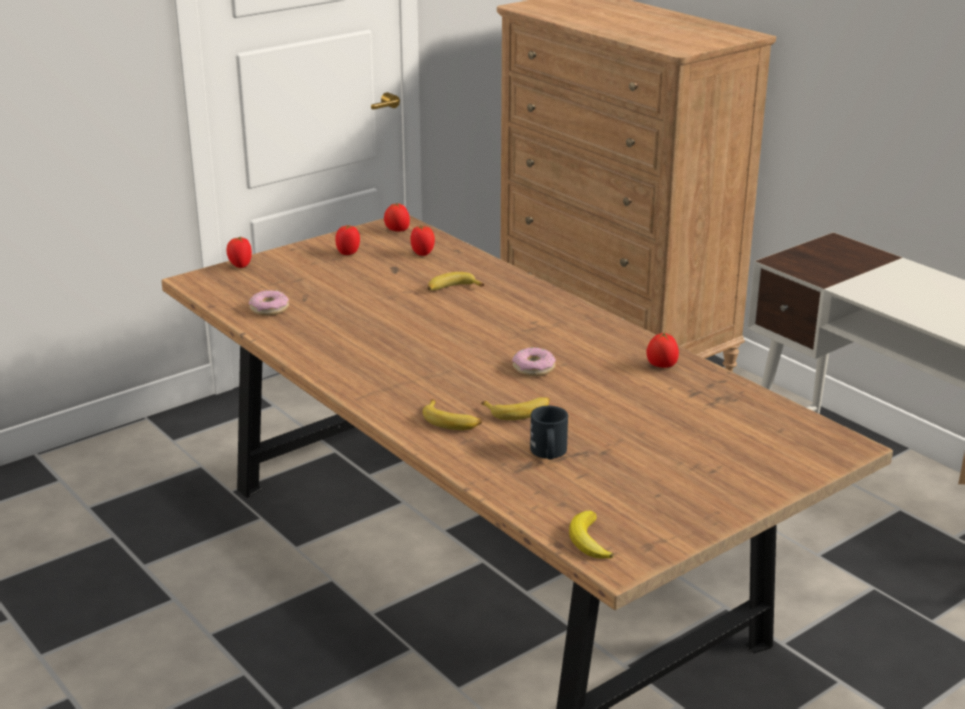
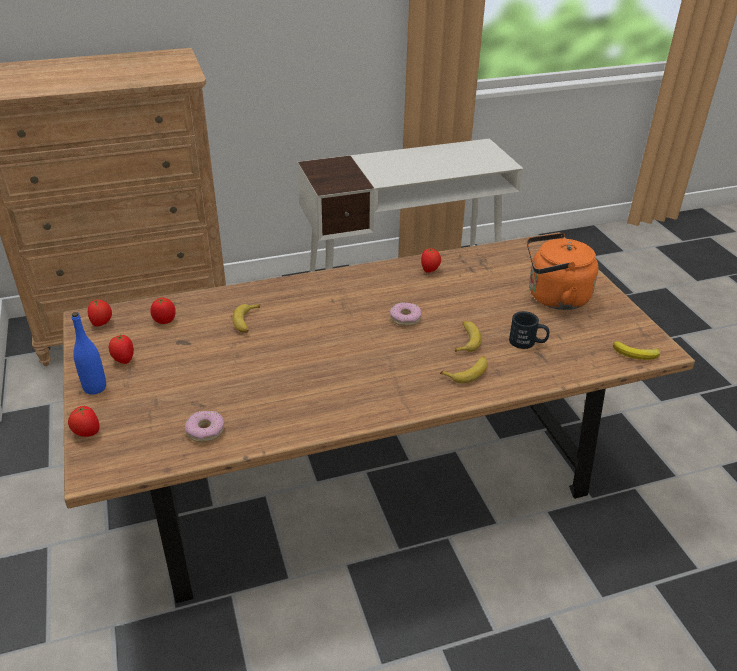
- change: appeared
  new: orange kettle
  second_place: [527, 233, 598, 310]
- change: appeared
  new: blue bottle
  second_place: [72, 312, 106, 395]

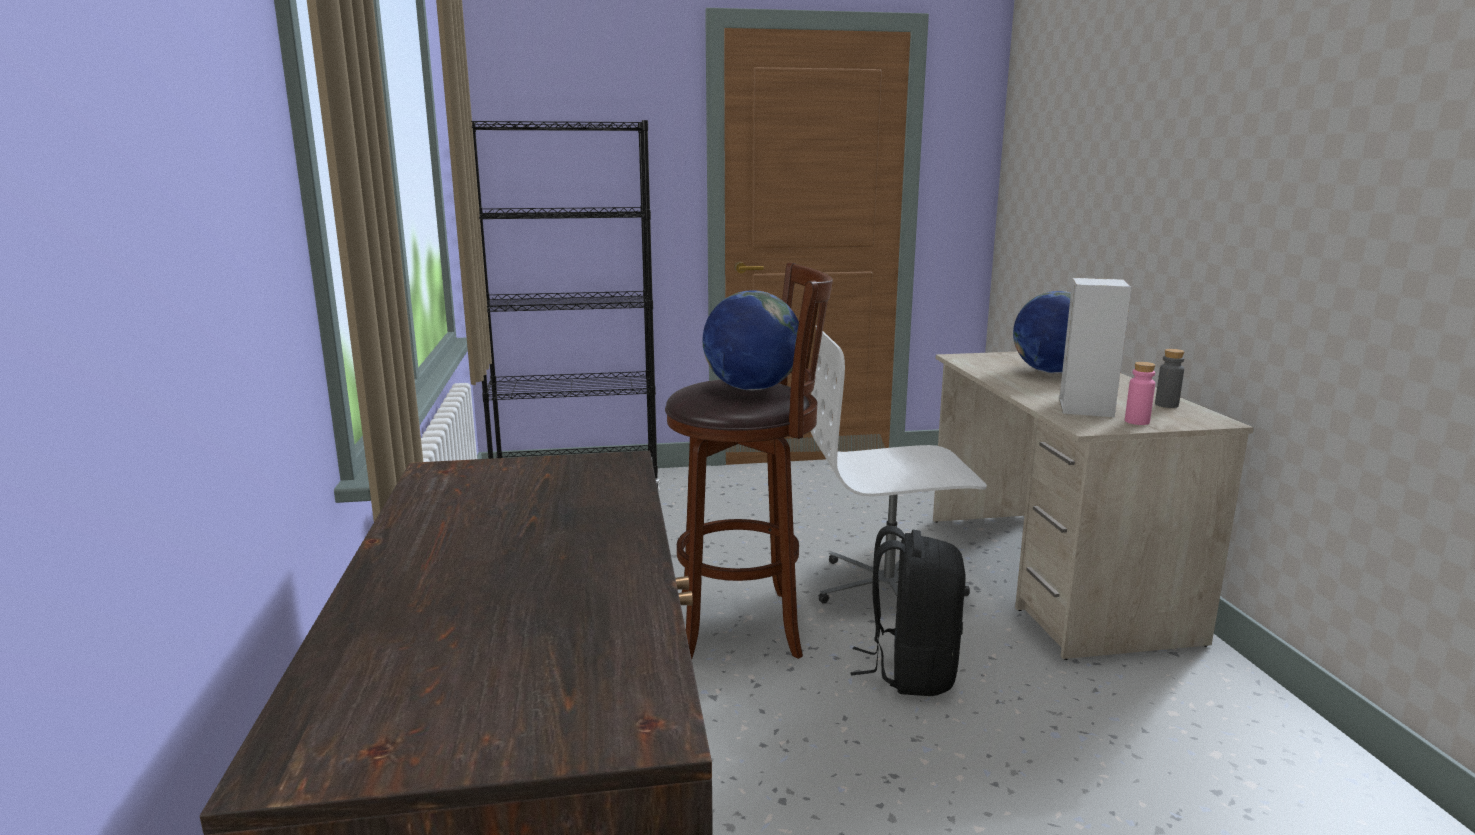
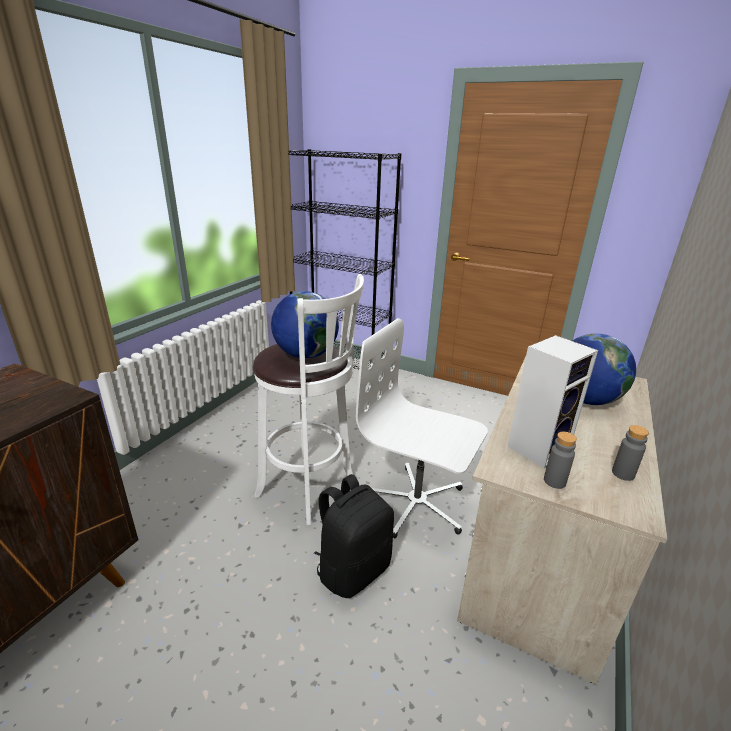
- change: colour
  old: brown stool
  new: white stool
  first_place: [665, 263, 833, 659]
  second_place: [253, 274, 364, 525]
- change: colour
  old: pink bottle
  new: grey bottle
  first_place: [1125, 362, 1155, 425]
  second_place: [544, 432, 577, 489]

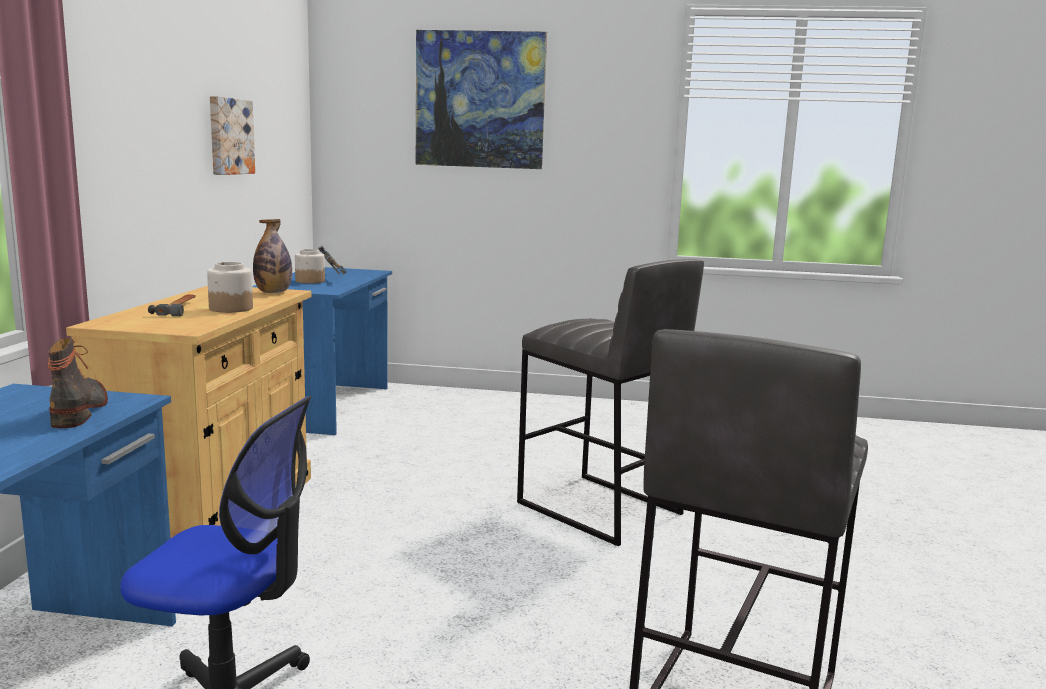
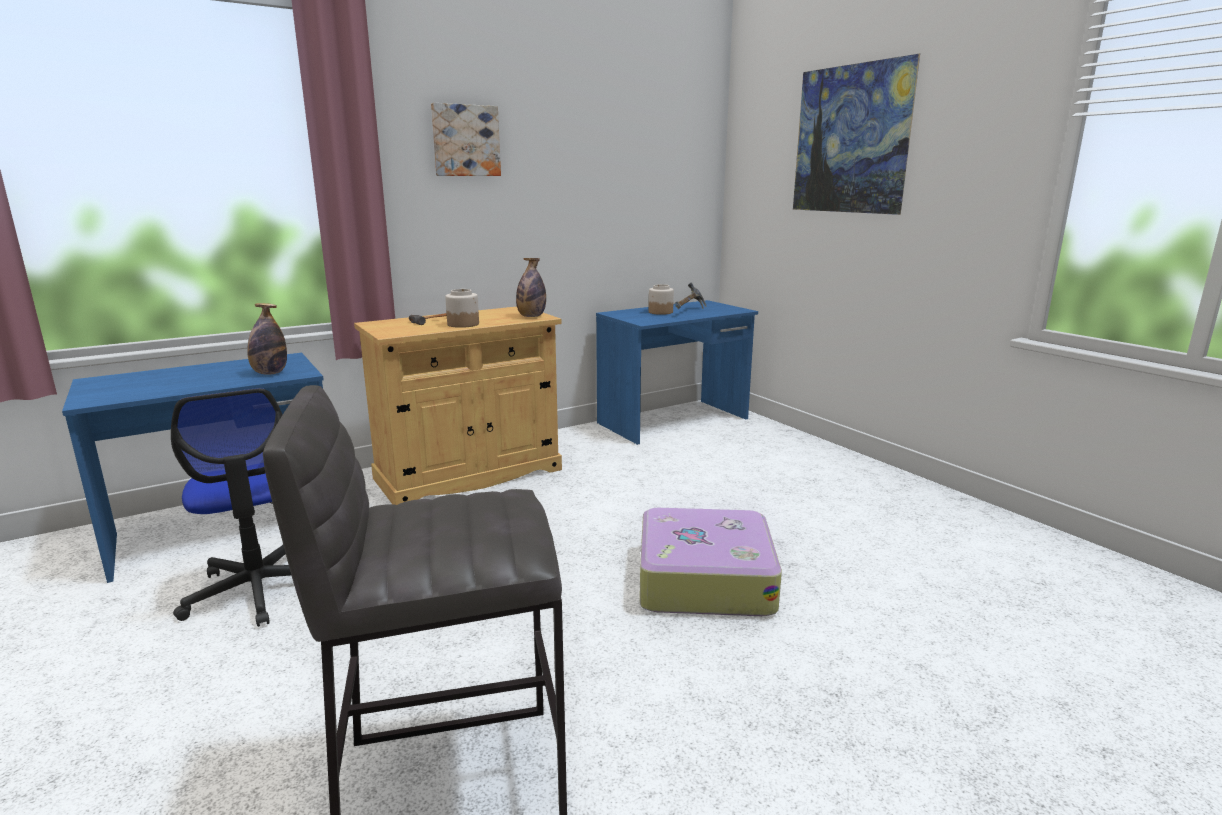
- change: relocated
  old: picture
  first_place: [210, 96, 255, 175]
  second_place: [431, 103, 501, 176]
- change: exchanged
  old: grey stool
  new: suitcase
  first_place: [517, 259, 704, 546]
  second_place: [640, 508, 782, 616]
- change: exchanged
  old: boot
  new: bottle
  first_place: [48, 338, 108, 428]
  second_place: [247, 303, 287, 375]

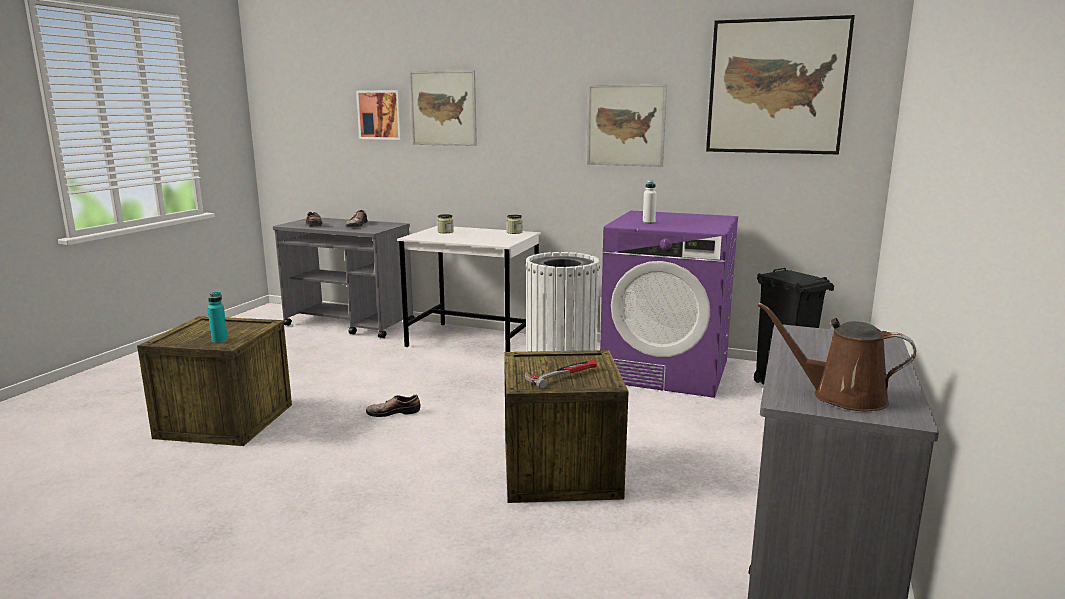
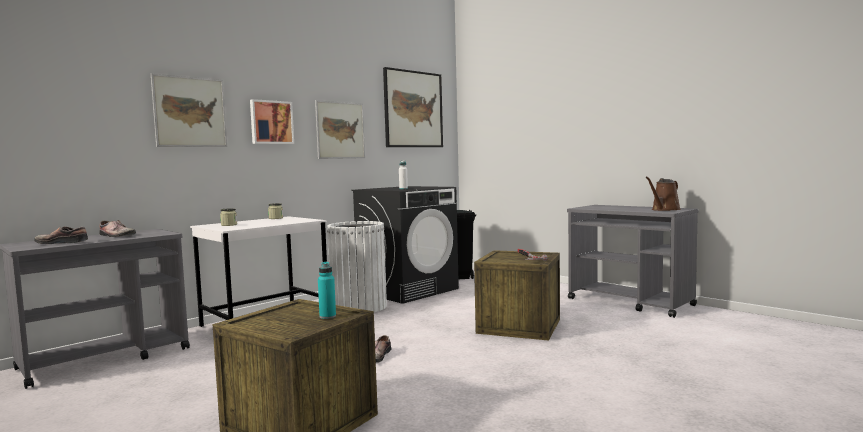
- change: relocated
  old: picture
  first_place: [356, 90, 403, 140]
  second_place: [250, 99, 294, 144]
- change: colour
  old: purple washing machine
  new: black washing machine
  first_place: [600, 210, 738, 398]
  second_place: [352, 186, 459, 304]

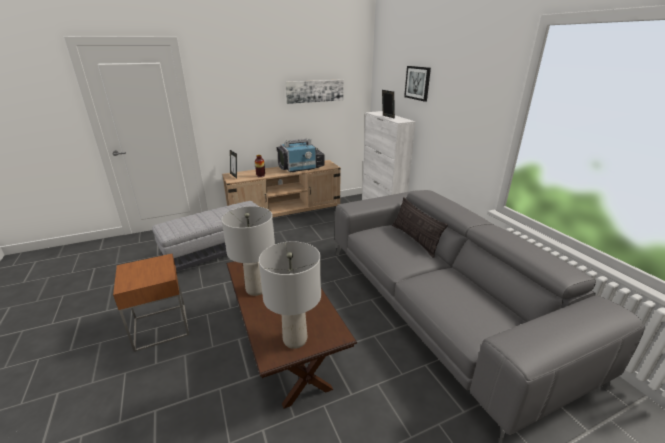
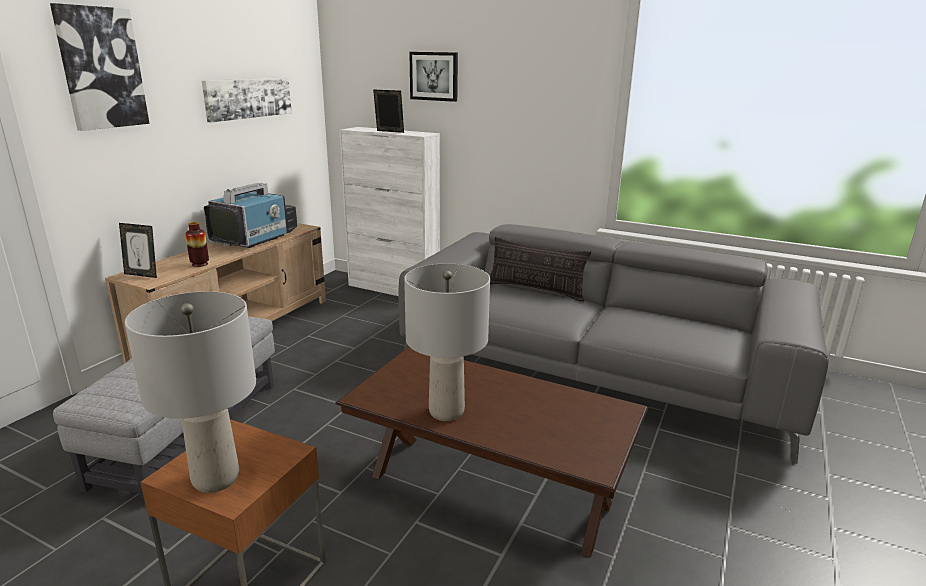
- change: relocated
  old: grey table lamp
  first_place: [259, 242, 321, 349]
  second_place: [125, 291, 256, 493]
- change: appeared
  new: picture
  second_place: [50, 3, 150, 131]

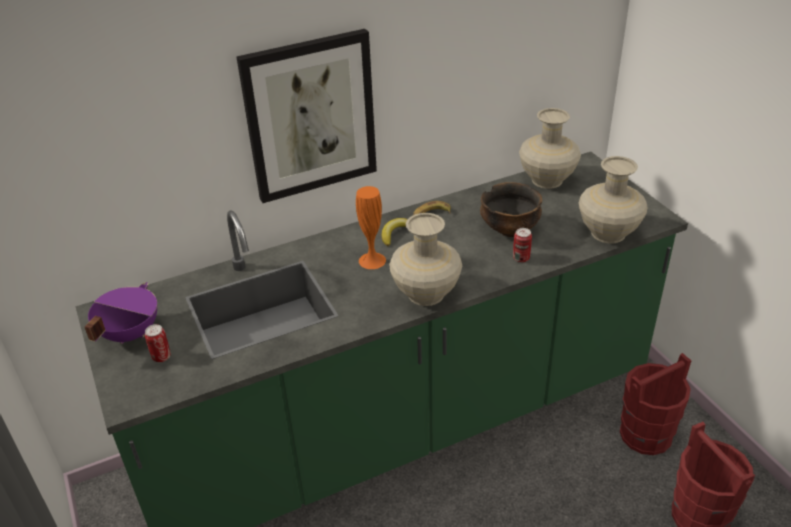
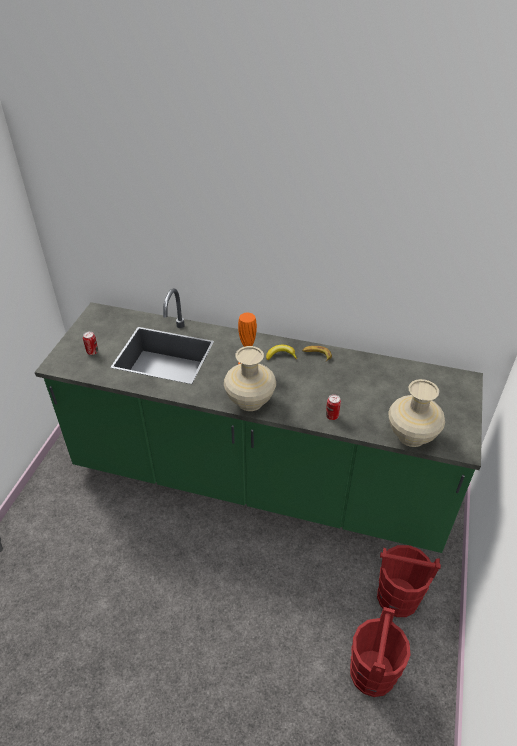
- change: missing
  old: picture
  first_place: [236, 29, 377, 203]
- change: missing
  old: beige vase
  first_place: [519, 108, 581, 189]
- change: missing
  old: bowl
  first_place: [480, 182, 542, 237]
- change: missing
  old: purple cooking pot
  first_place: [85, 282, 157, 344]

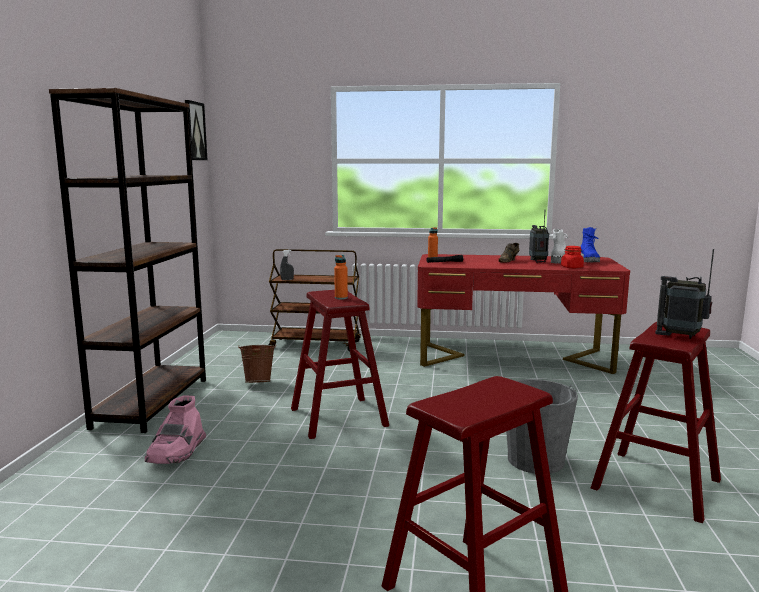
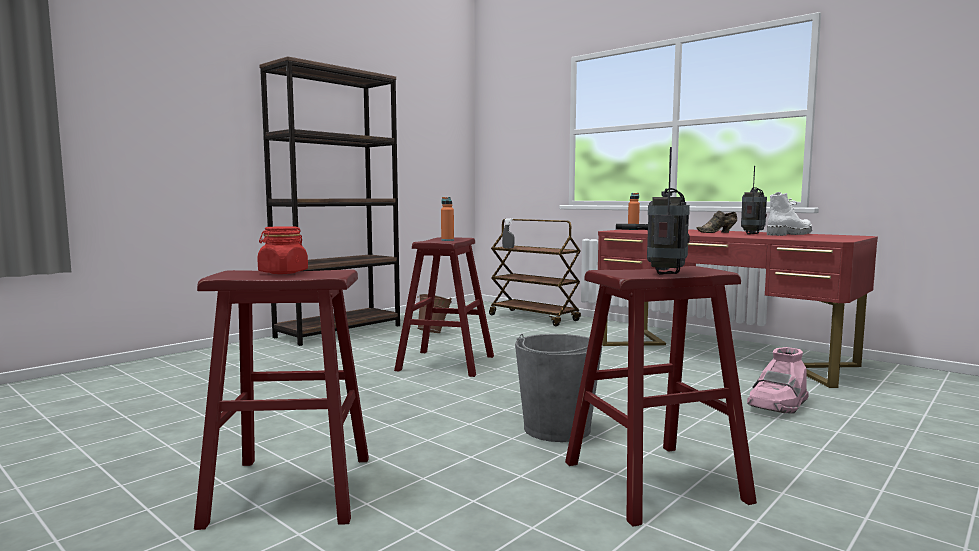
- change: missing
  old: picture
  first_place: [185, 100, 208, 160]
- change: missing
  old: blue boot
  first_place: [580, 227, 600, 262]
- change: relocated
  old: red jar
  first_place: [561, 246, 584, 268]
  second_place: [257, 226, 308, 274]
- change: spun
  old: radio
  first_place: [655, 249, 714, 339]
  second_place: [647, 147, 690, 275]
  degrees: 45
- change: relocated
  old: pink boot
  first_place: [145, 395, 206, 464]
  second_place: [747, 347, 809, 413]

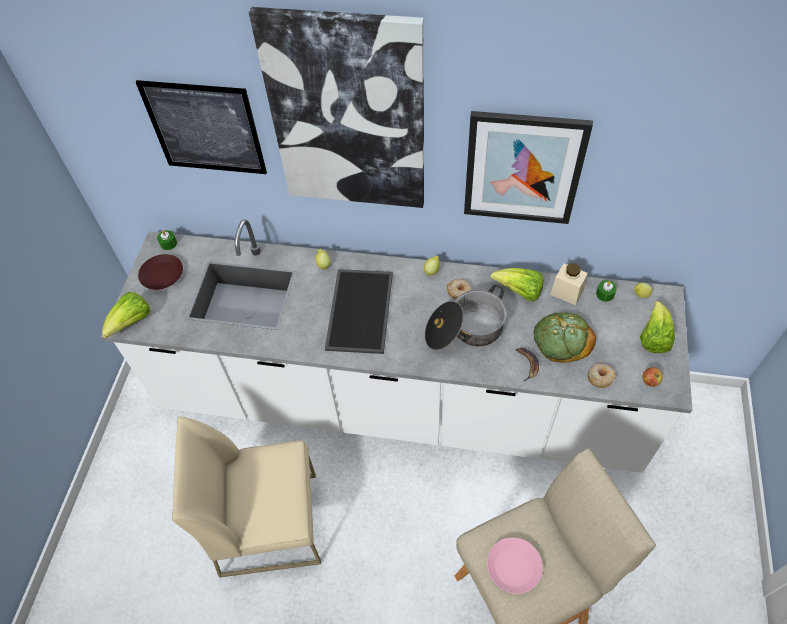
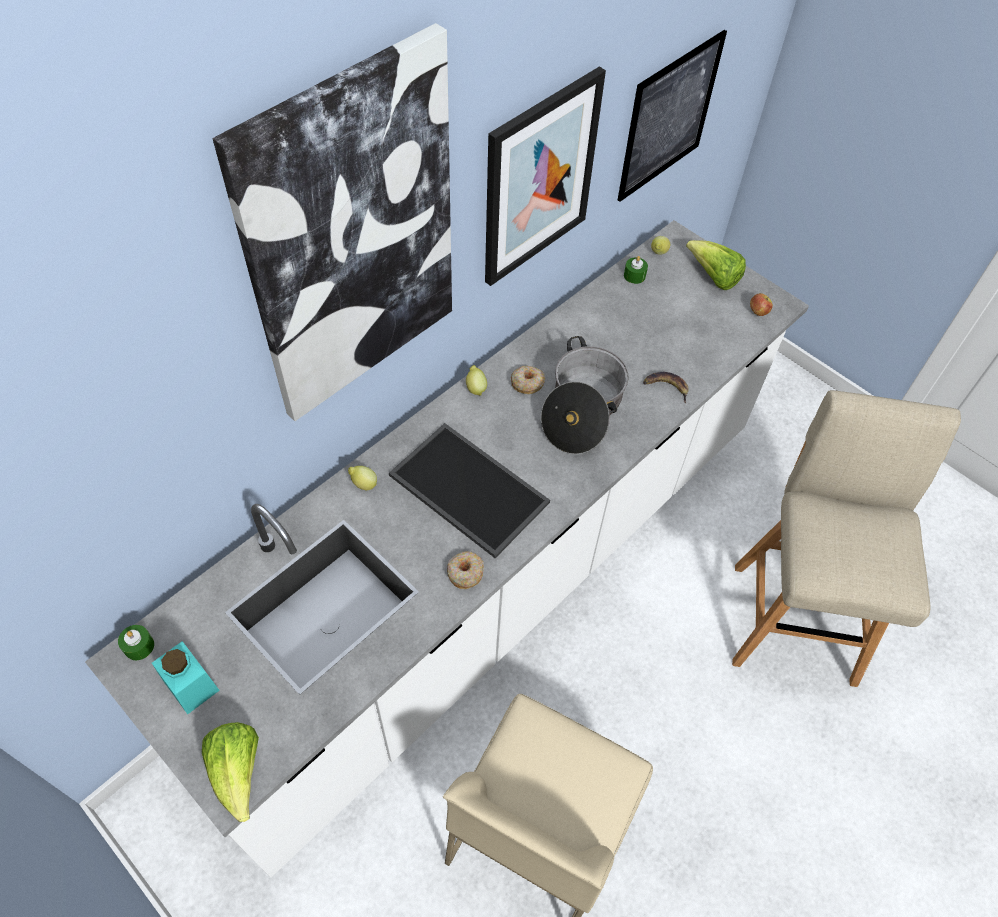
- change: relocated
  old: picture
  first_place: [136, 80, 267, 174]
  second_place: [618, 30, 727, 202]
- change: exchanged
  old: brown plate
  new: turquoise jar
  first_place: [138, 254, 183, 290]
  second_place: [152, 641, 220, 714]
- change: missing
  old: beige jar
  first_place: [550, 263, 588, 305]
- change: missing
  old: lettuce
  first_place: [490, 268, 544, 301]
- change: missing
  old: bread
  first_place: [533, 312, 596, 363]
- change: relocated
  old: donut
  first_place: [588, 363, 616, 388]
  second_place: [447, 551, 484, 589]
- change: missing
  old: pink plate
  first_place: [487, 537, 543, 594]

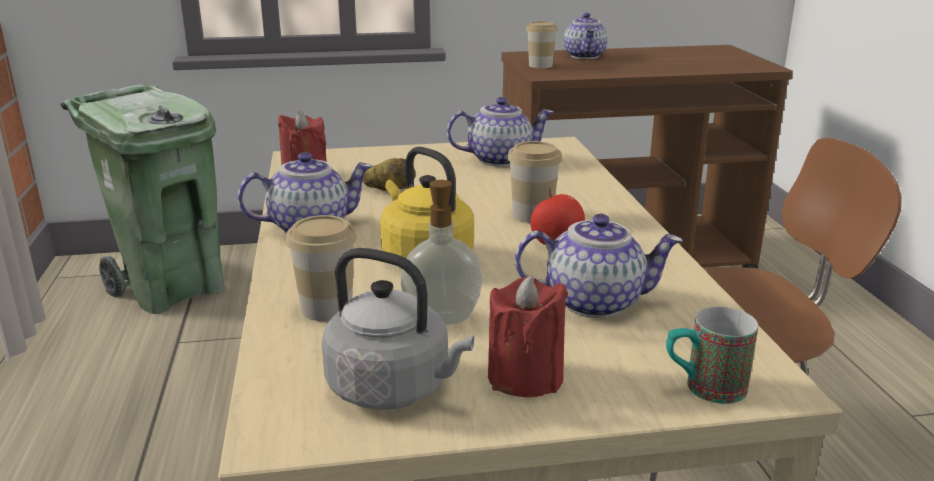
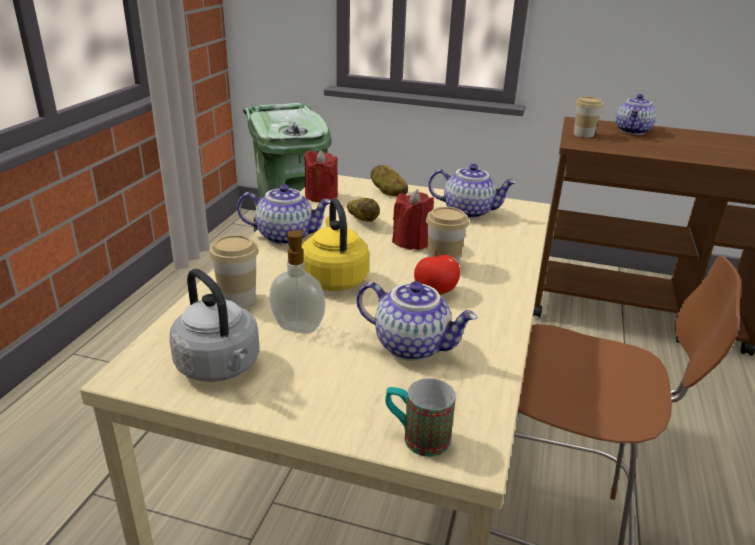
- change: relocated
  old: red candle
  first_place: [488, 275, 568, 398]
  second_place: [392, 189, 434, 250]
- change: appeared
  new: potato
  second_place: [371, 165, 408, 196]

